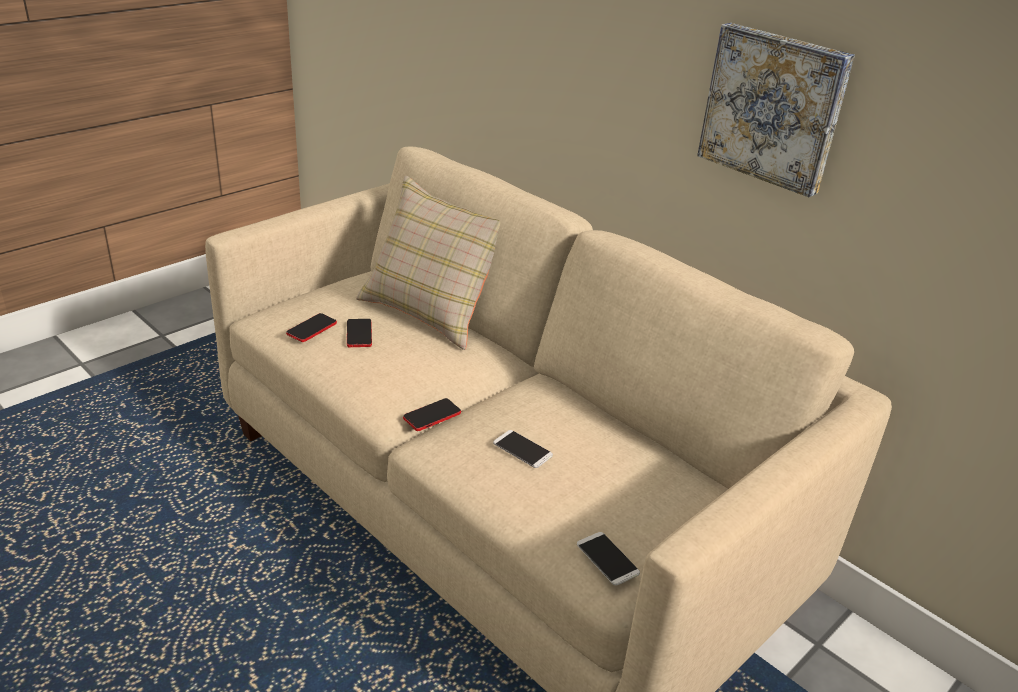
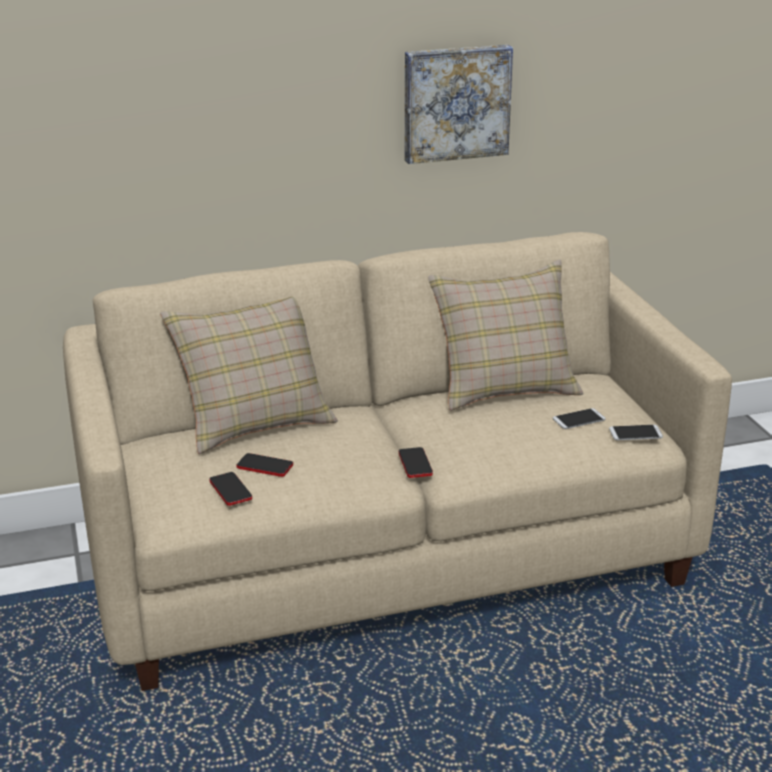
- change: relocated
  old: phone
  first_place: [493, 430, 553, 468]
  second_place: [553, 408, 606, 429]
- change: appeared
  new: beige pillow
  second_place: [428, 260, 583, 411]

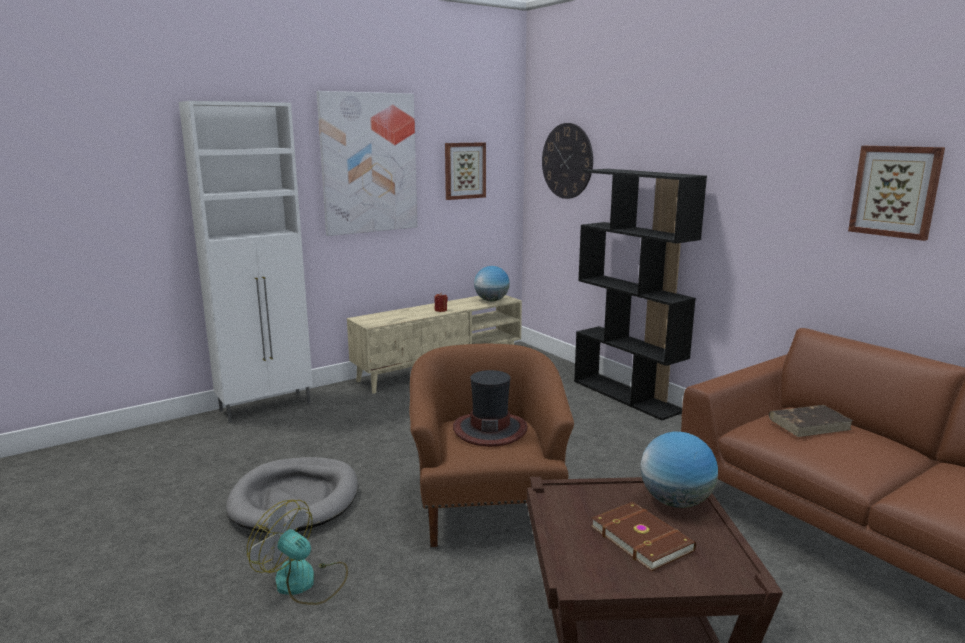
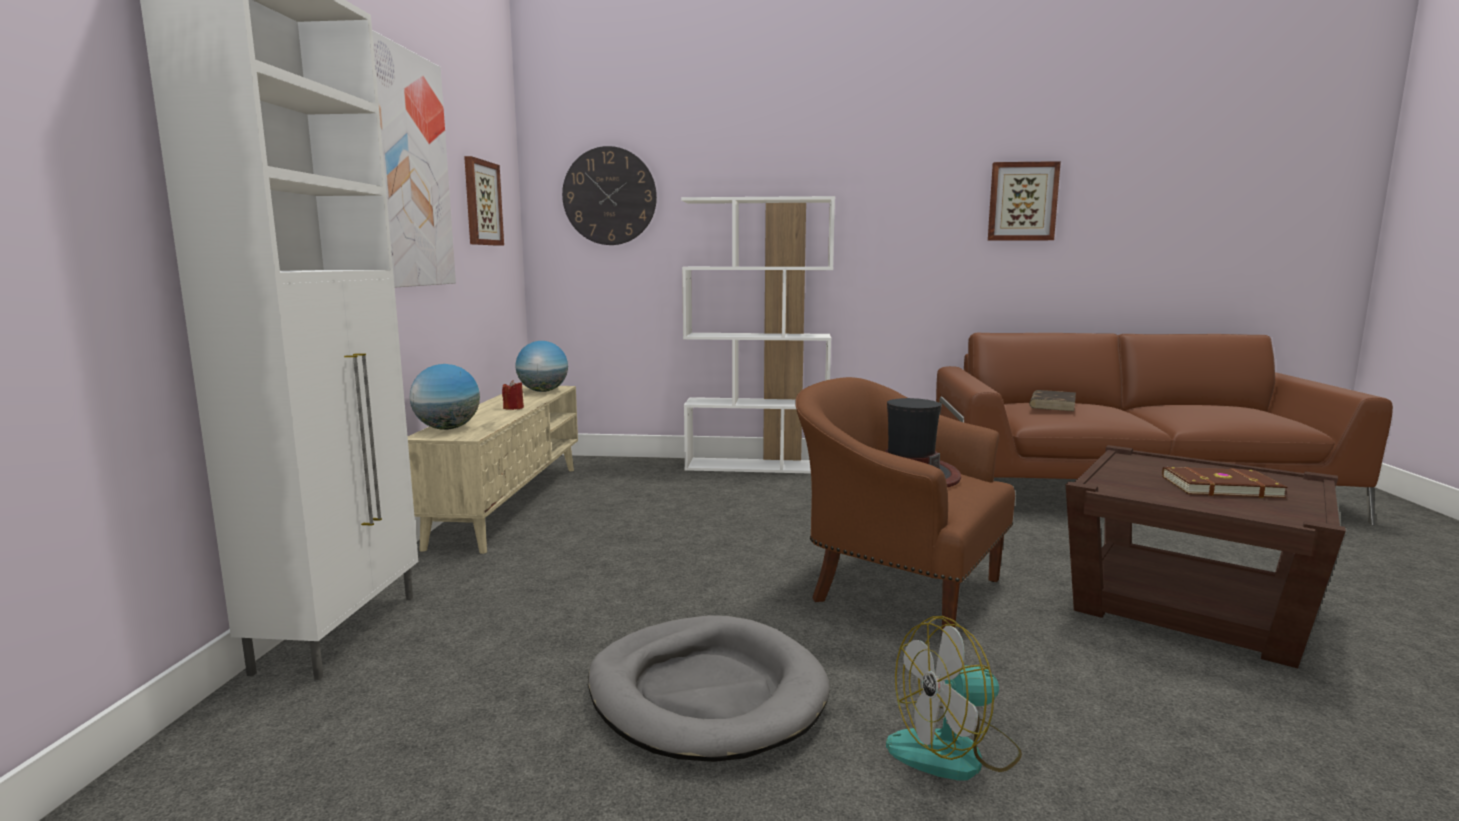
- change: colour
  old: black bookcase
  new: white bookcase
  first_place: [574, 169, 707, 421]
  second_place: [681, 196, 835, 474]
- change: relocated
  old: globe
  first_place: [640, 432, 718, 508]
  second_place: [410, 364, 480, 430]

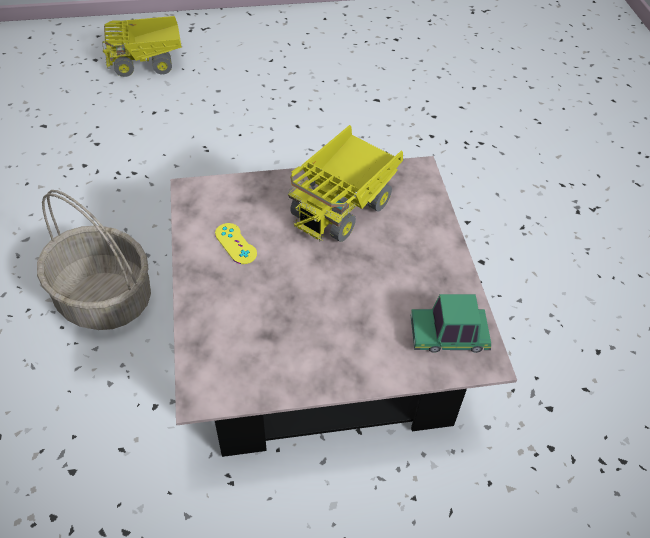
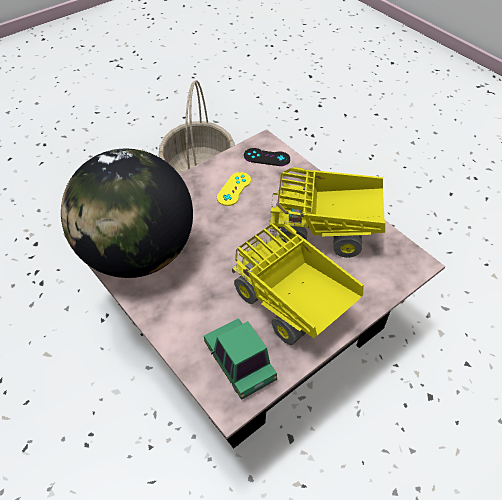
- change: relocated
  old: toy truck
  first_place: [102, 16, 182, 77]
  second_place: [232, 223, 364, 345]
- change: appeared
  new: black game controller
  second_place: [244, 148, 290, 166]
- change: appeared
  new: globe
  second_place: [61, 149, 193, 278]

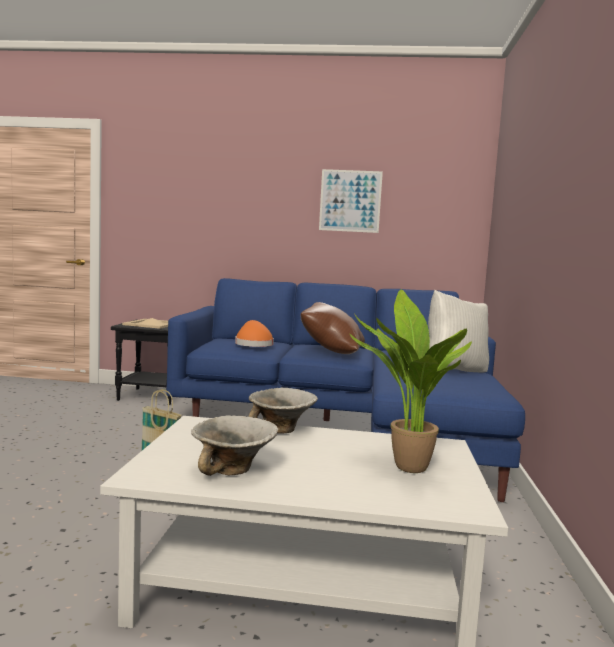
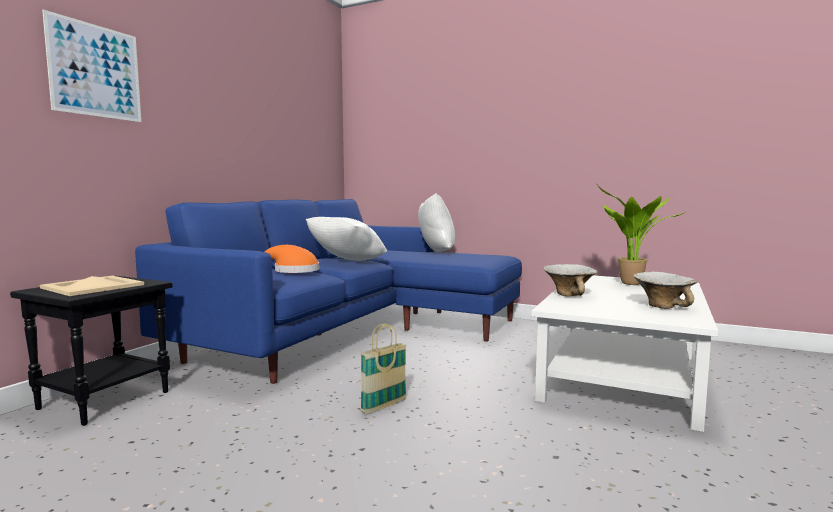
- change: relocated
  old: picture
  first_place: [319, 169, 383, 233]
  second_place: [42, 10, 141, 122]
- change: colour
  old: brown pillow
  new: white pillow
  first_place: [300, 302, 365, 354]
  second_place: [306, 217, 387, 261]

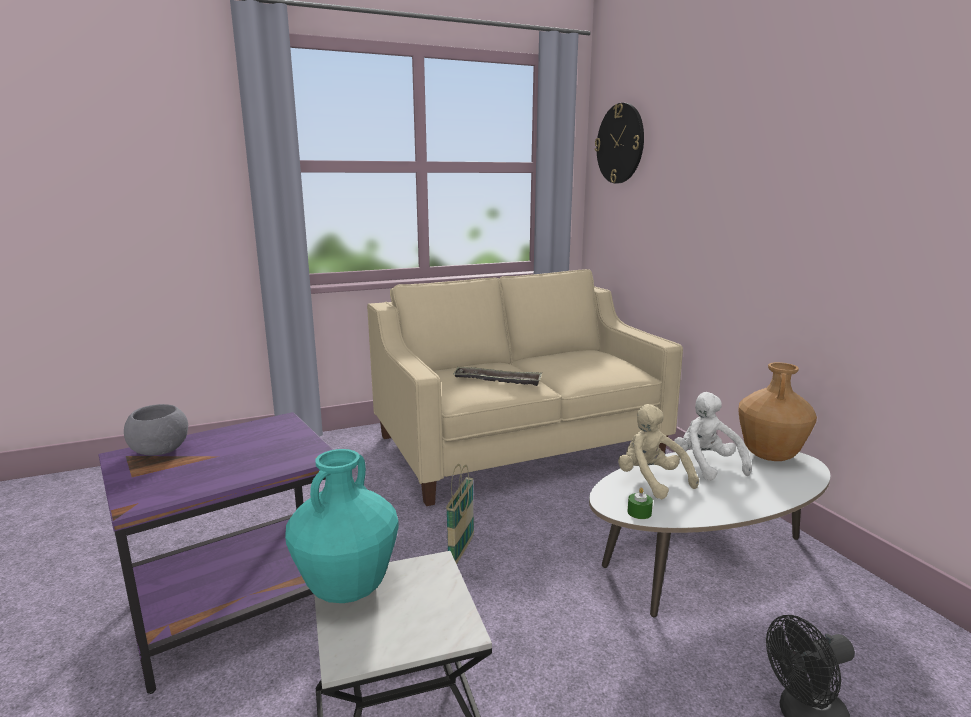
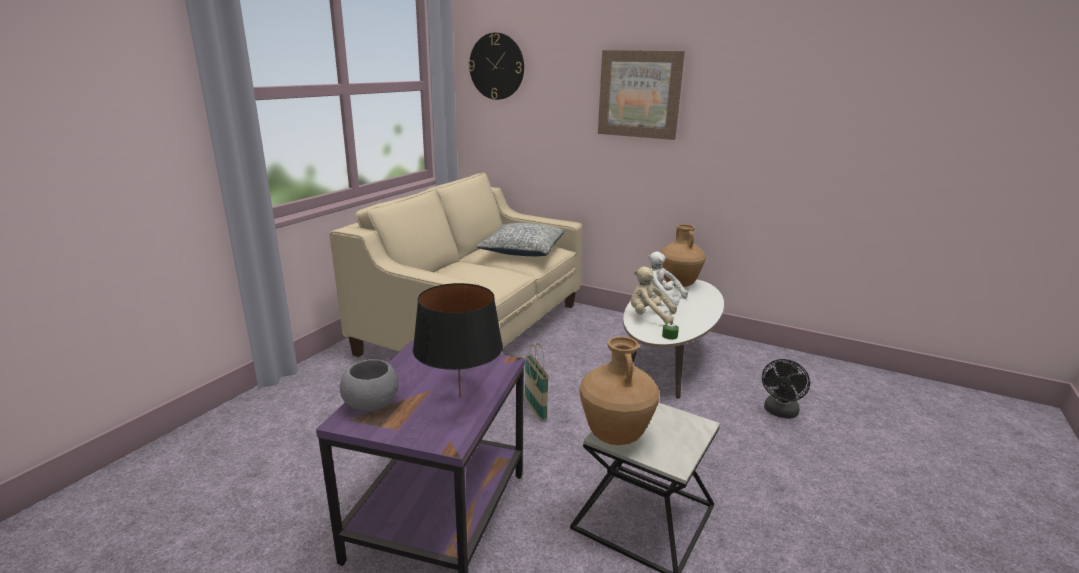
- change: missing
  old: tray
  first_place: [453, 367, 542, 386]
- change: colour
  old: turquoise vase
  new: brown vase
  first_place: [285, 449, 399, 603]
  second_place: [579, 336, 659, 445]
- change: appeared
  new: picture
  second_place: [598, 50, 685, 140]
- change: appeared
  new: pillow
  second_place: [477, 223, 564, 256]
- change: appeared
  new: black table lamp
  second_place: [413, 283, 503, 398]

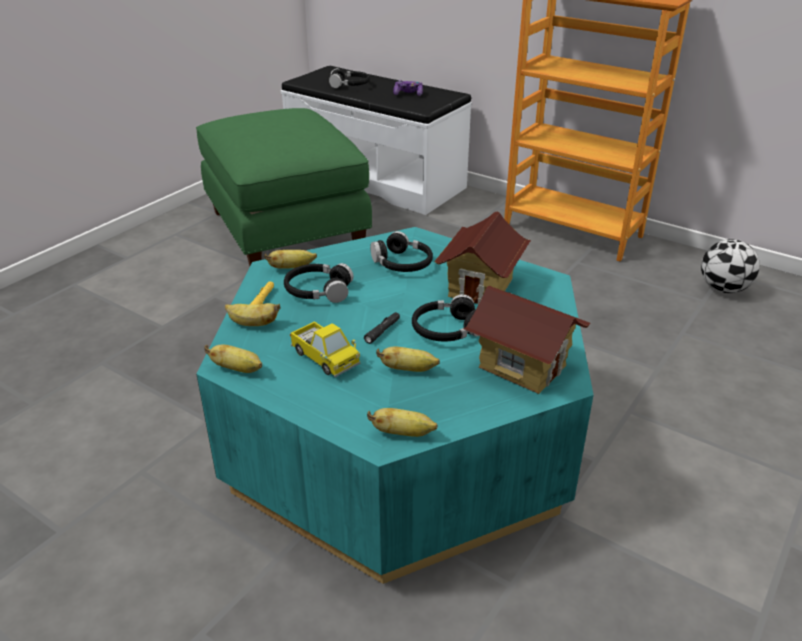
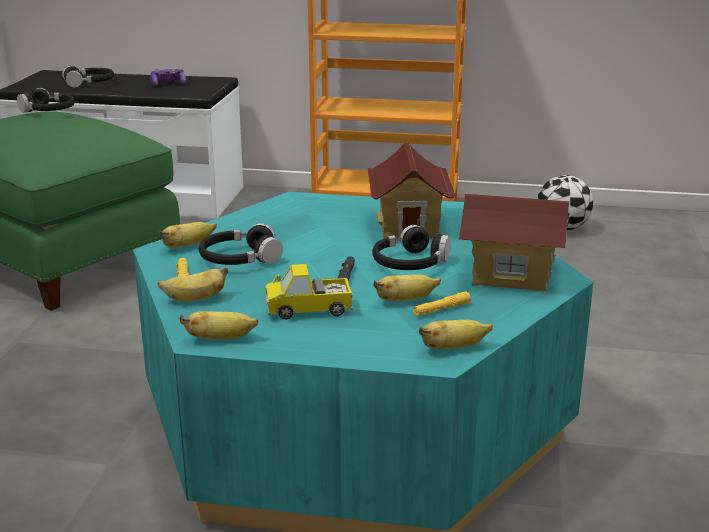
- change: relocated
  old: black headphones
  first_place: [370, 231, 433, 272]
  second_place: [17, 88, 75, 113]
- change: spun
  old: toy truck
  first_place: [290, 321, 360, 377]
  second_place: [265, 264, 353, 320]
  degrees: 150
- change: appeared
  new: yellow flashlight
  second_place: [413, 291, 471, 316]

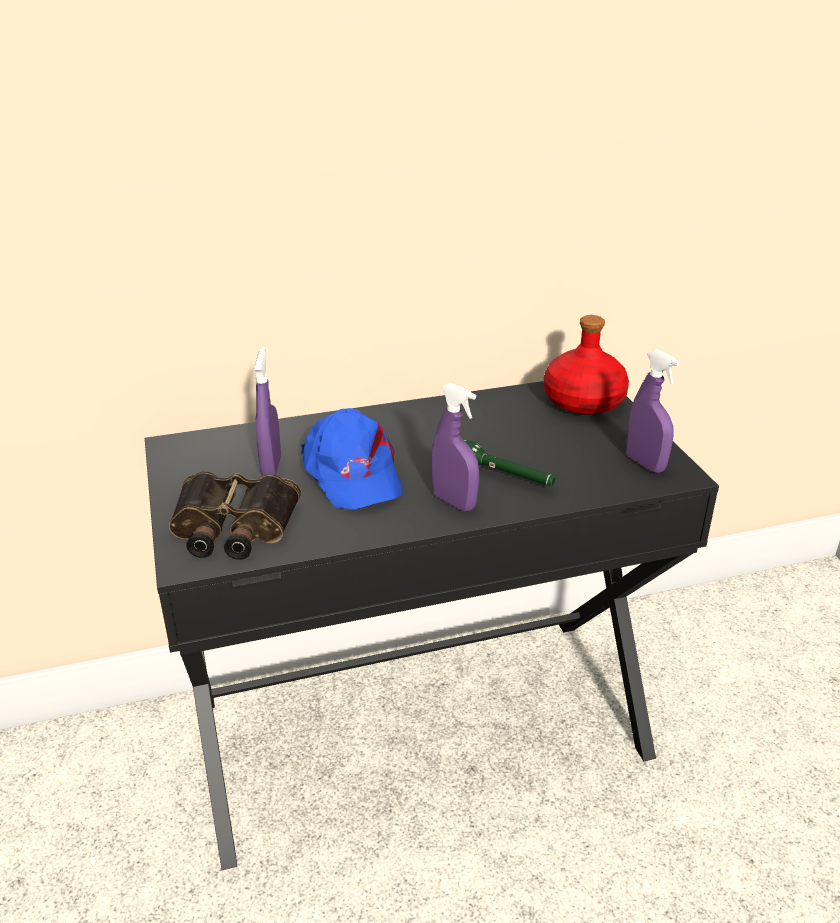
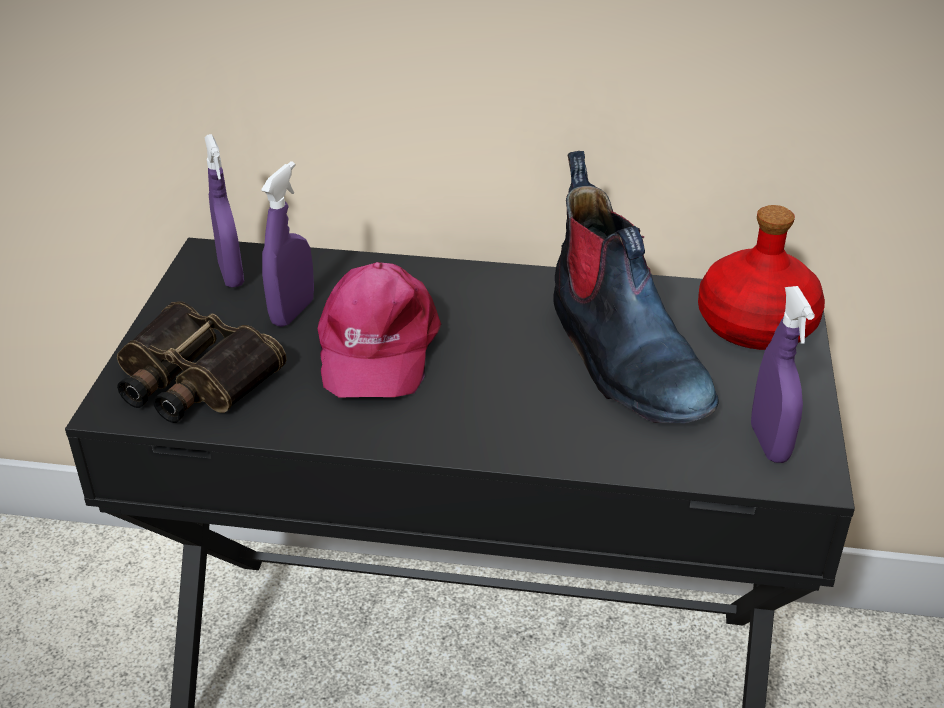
- change: relocated
  old: purple spray bottle
  first_place: [432, 383, 479, 511]
  second_place: [205, 134, 244, 287]
- change: colour
  old: blue cap
  new: pink cap
  first_place: [301, 408, 403, 510]
  second_place: [318, 262, 441, 398]
- change: missing
  old: green flashlight
  first_place: [464, 440, 555, 486]
- change: appeared
  new: boot
  second_place: [553, 151, 719, 423]

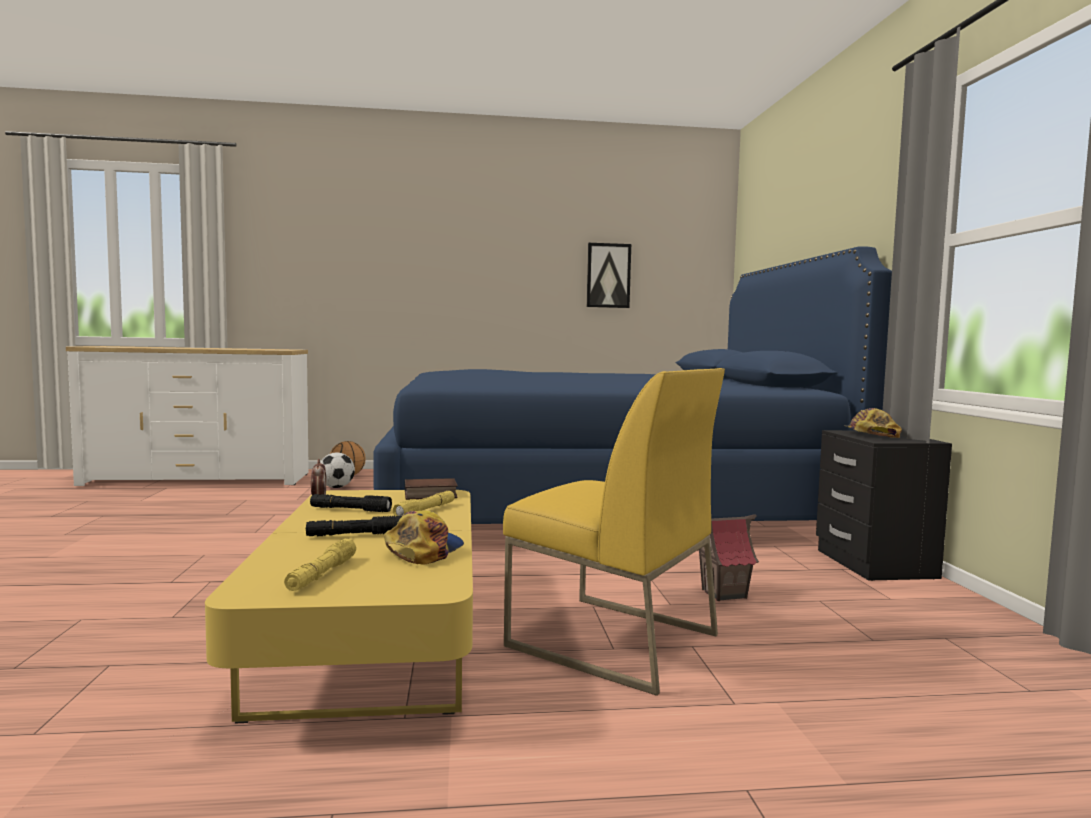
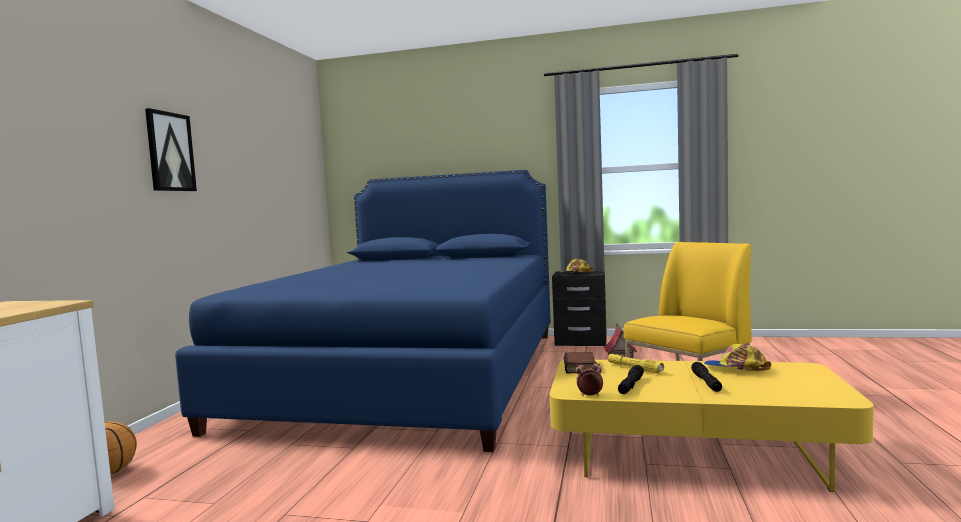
- change: relocated
  old: picture
  first_place: [587, 243, 631, 308]
  second_place: [145, 108, 197, 191]
- change: missing
  old: football
  first_place: [320, 453, 355, 488]
- change: missing
  old: yellow flashlight
  first_place: [284, 539, 356, 591]

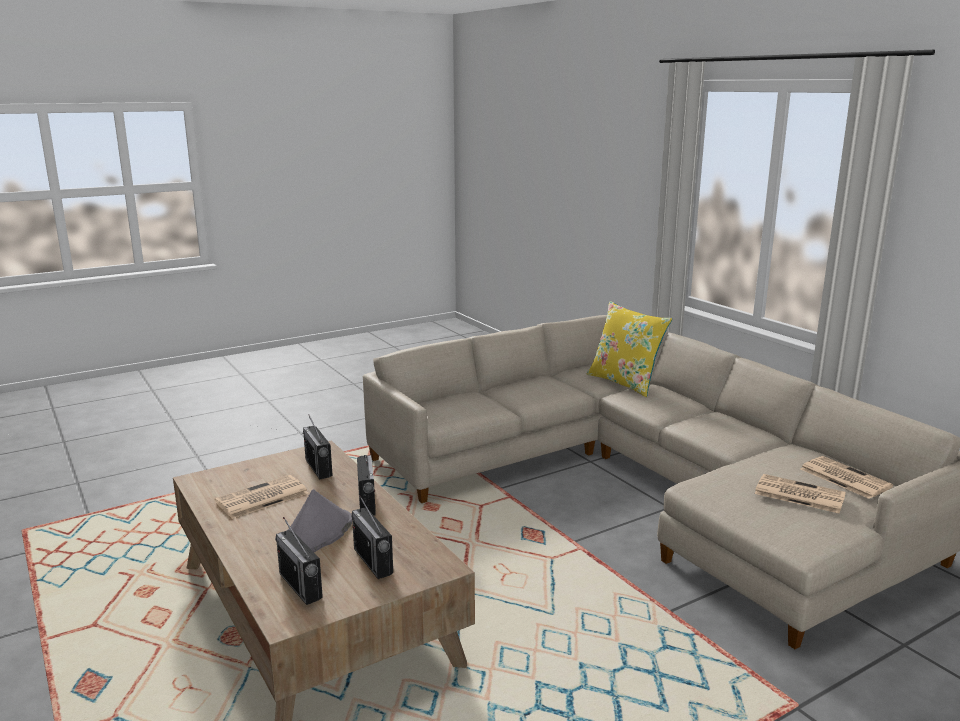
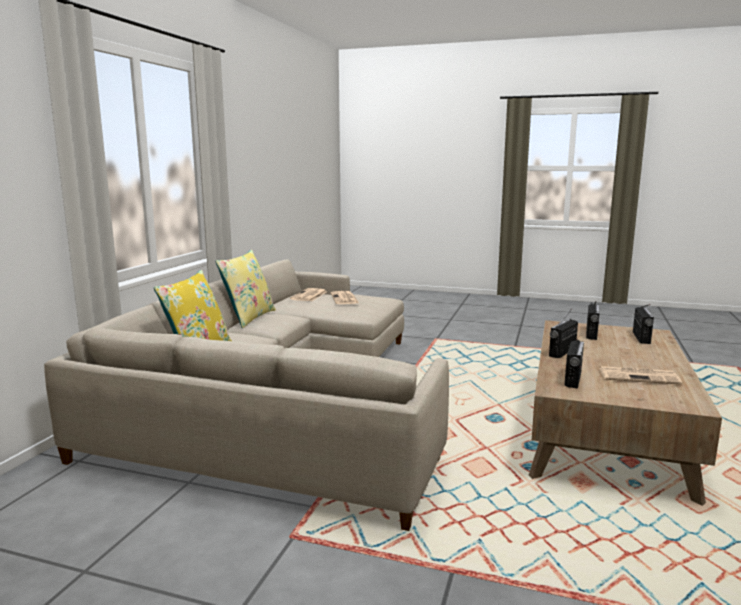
- change: missing
  old: grey hat
  first_place: [288, 489, 352, 552]
- change: appeared
  new: yellow pillow
  second_place: [215, 250, 275, 328]

